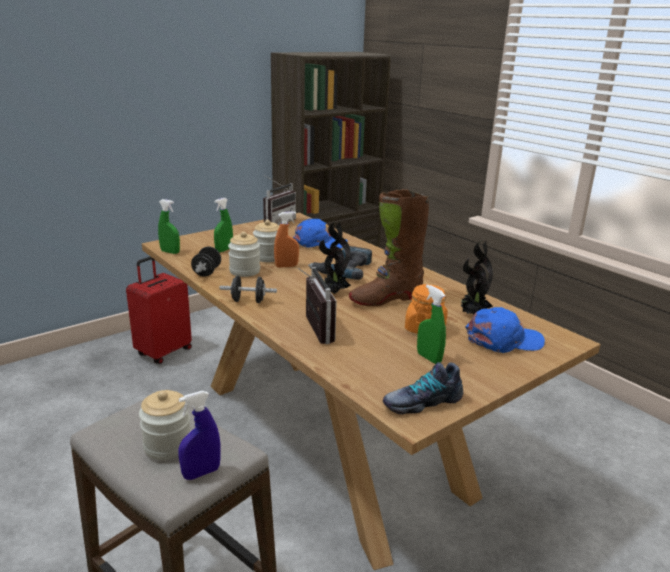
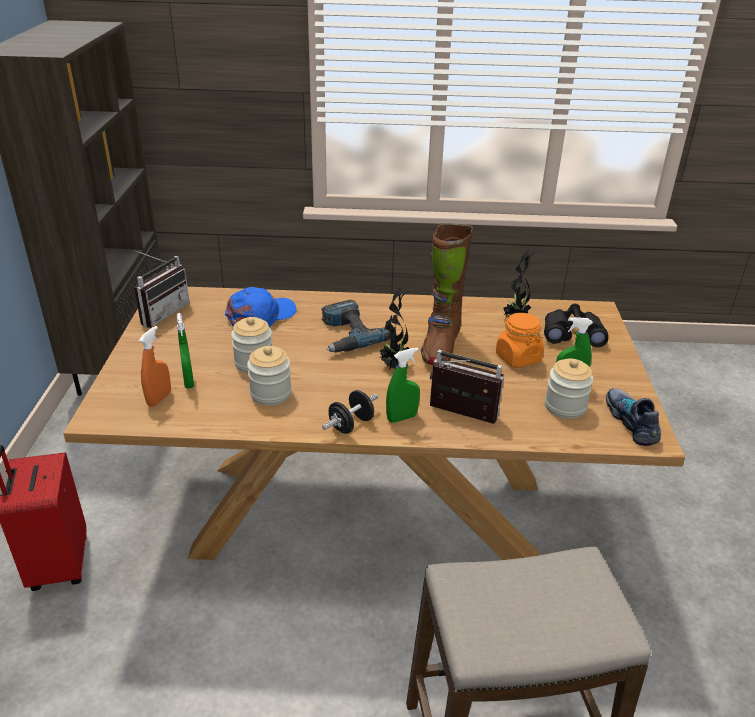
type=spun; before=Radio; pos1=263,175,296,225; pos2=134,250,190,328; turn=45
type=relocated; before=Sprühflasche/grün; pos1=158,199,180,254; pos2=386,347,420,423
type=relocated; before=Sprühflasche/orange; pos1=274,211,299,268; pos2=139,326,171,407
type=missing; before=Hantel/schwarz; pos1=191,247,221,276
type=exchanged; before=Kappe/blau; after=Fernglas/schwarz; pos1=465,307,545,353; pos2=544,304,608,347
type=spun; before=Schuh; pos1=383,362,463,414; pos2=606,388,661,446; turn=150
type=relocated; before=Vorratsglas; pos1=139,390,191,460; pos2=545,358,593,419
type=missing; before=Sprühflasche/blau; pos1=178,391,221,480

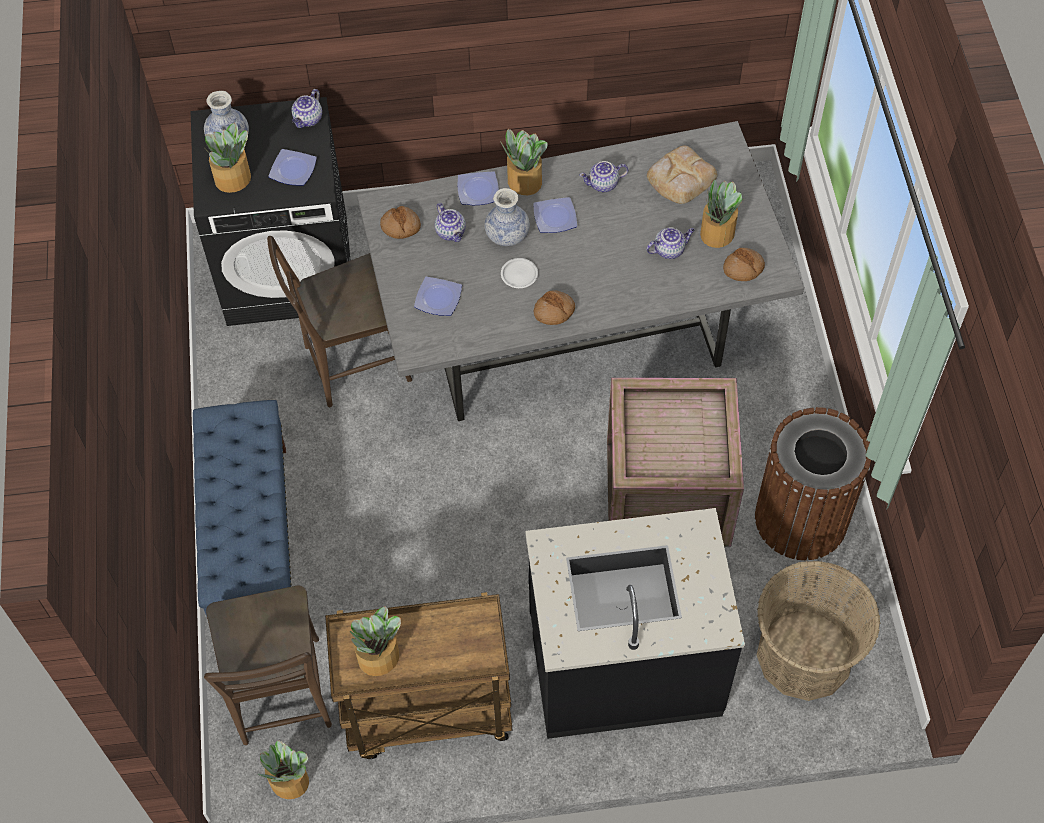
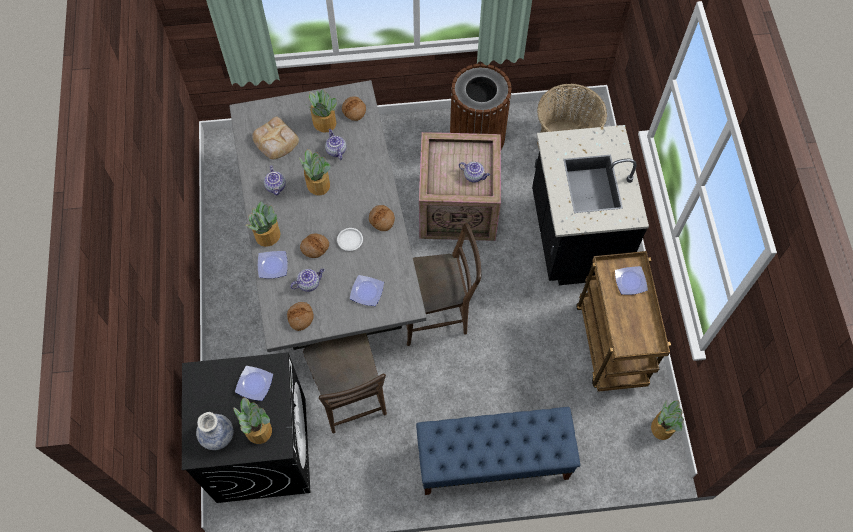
type=relocated; before=Teekanne; pos1=291,89,322,128; pos2=459,162,490,183
type=exchanged; before=Vase; after=Brot; pos1=485,188,530,246; pos2=300,233,329,258
type=relocated; before=Teller; pos1=533,197,577,233; pos2=615,266,648,295
type=relocated; before=Stuhl/braun; pos1=204,585,332,745; pos2=406,223,481,346
type=relocated; before=Topfpflanze; pos1=350,606,401,676; pos2=299,149,331,195

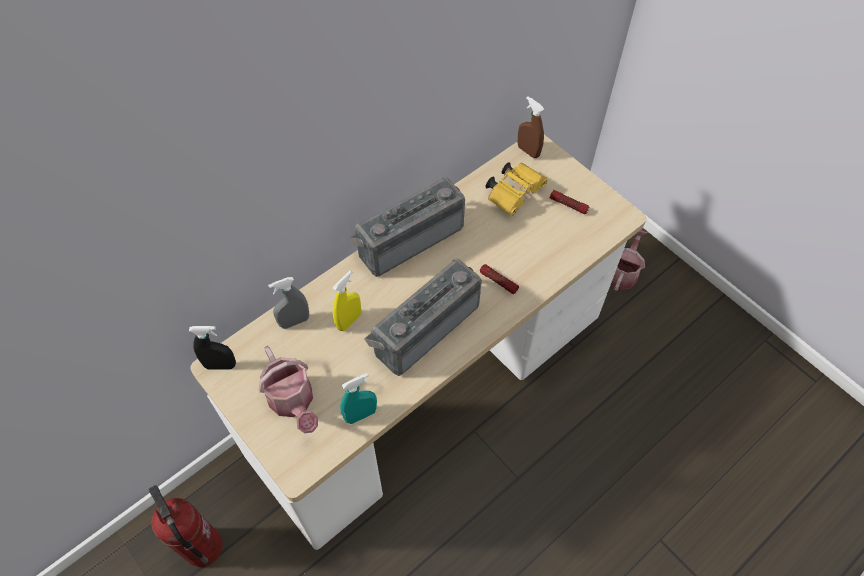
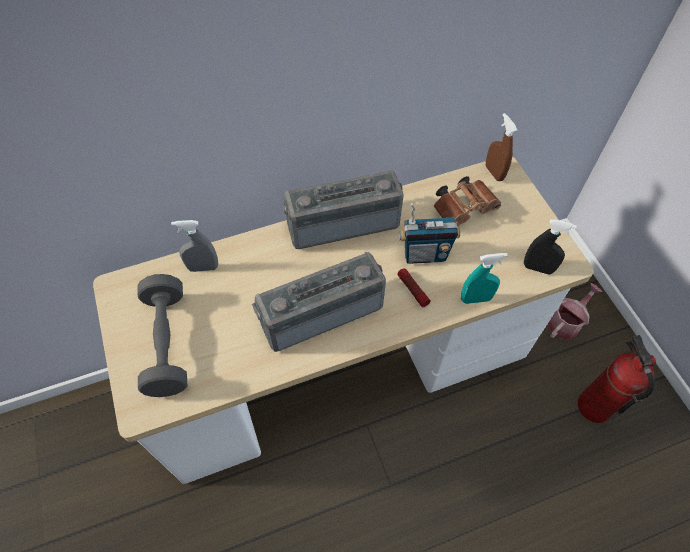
type=colour; before=Fernglas/gelb; after=Fernglas/braun; pos1=485,162,548,216; pos2=434,176,501,227
type=missing; before=Taschenlampe; pos1=550,190,589,214
type=missing; before=Sprühflasche/gelb; pos1=332,271,361,331
type=relocated; before=Sprühflasche/schwarz; pos1=189,326,236,370; pos2=524,219,577,274
type=exchanged; before=Gießkanne; after=Hantel/grau; pos1=258,346,318,433; pos2=137,274,187,397
type=relocated; before=Sprühflasche/türkis; pos1=340,373,377,424; pos2=461,253,508,304
type=relocated; before=Feuerlöscher; pos1=149,485,223,567; pos2=578,335,656,423
type=appeared; after=Radio; pos2=399,203,460,264

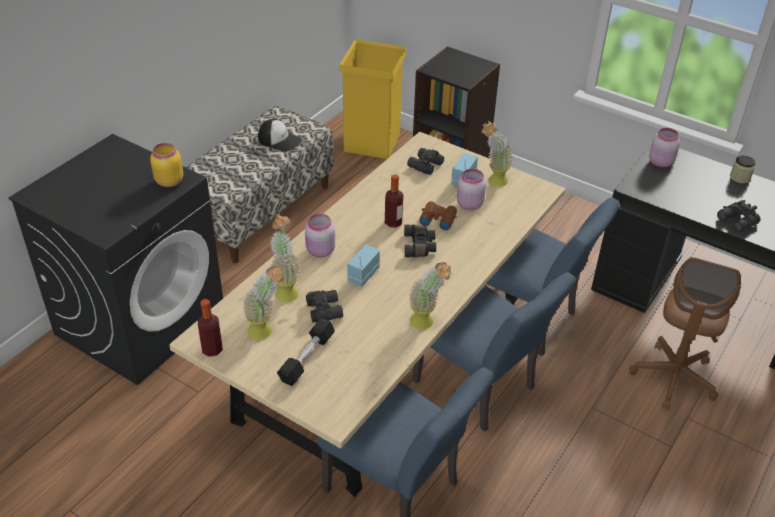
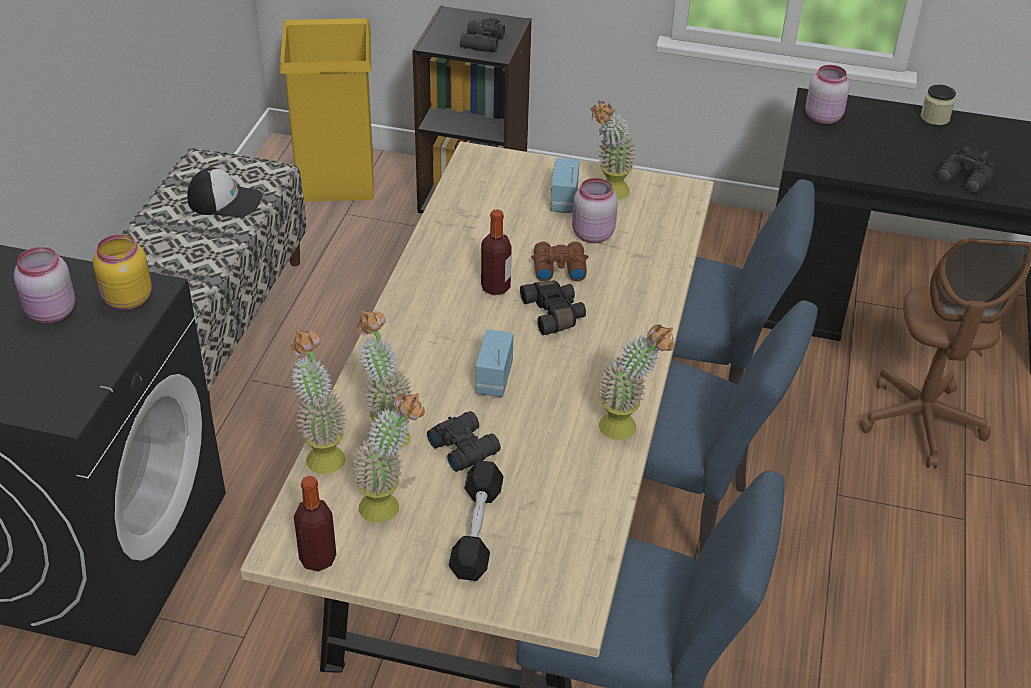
type=relocated; before=Fernglas/schwarz; pos1=407,148,444,175; pos2=460,18,505,52
type=relocated; before=Vorratsglas/rosa; pos1=305,214,335,257; pos2=14,247,76,324
type=appeared; after=Topfpflanze; pos2=290,330,347,474

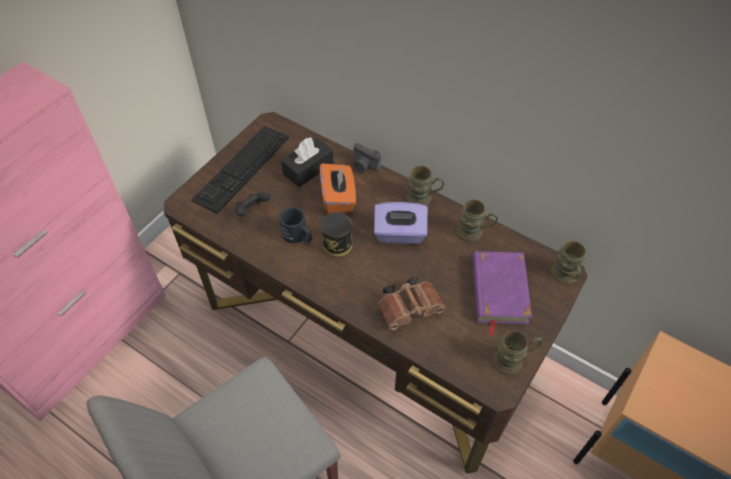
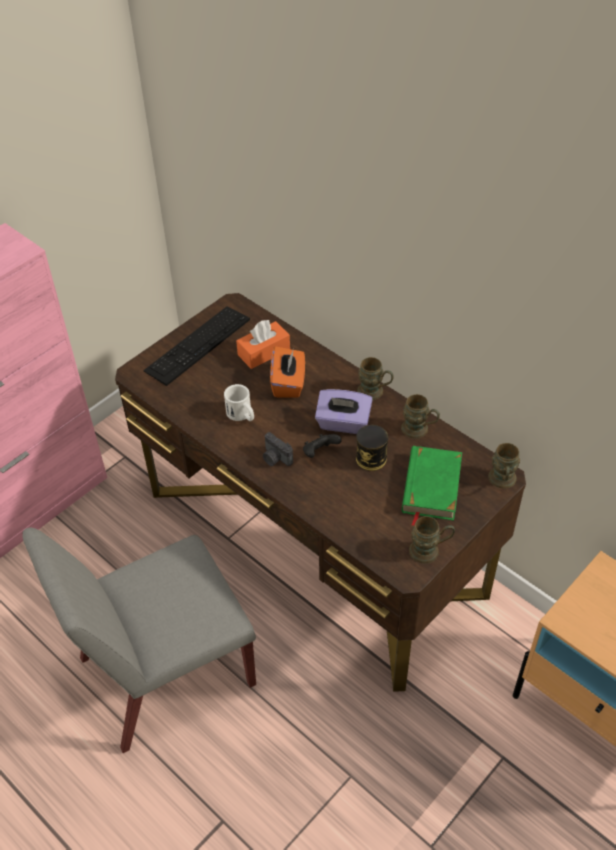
type=colour; before=Taschentuchbox/schwarz; after=Taschentuchbox/orange; pos1=281,137,333,187; pos2=236,320,290,369
type=relocated; before=Kamera; pos1=354,143,381,173; pos2=263,432,293,466
type=relocated; before=Gamepad/schwarz; pos1=235,192,270,217; pos2=303,434,342,458
type=colour; before=Henkelbecher/schwarz; after=Henkelbecher/weiß; pos1=279,207,312,243; pos2=224,384,254,421
type=relocated; before=Dose; pos1=321,212,352,257; pos2=356,425,388,471
type=colour; before=Buch/lila; after=Buch/grün; pos1=472,251,532,336; pos2=402,446,462,526
type=missing; before=Fernglas/braun; pos1=378,276,445,330

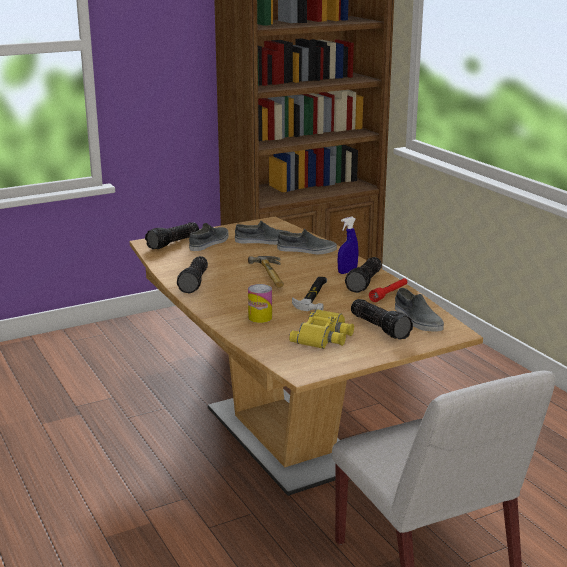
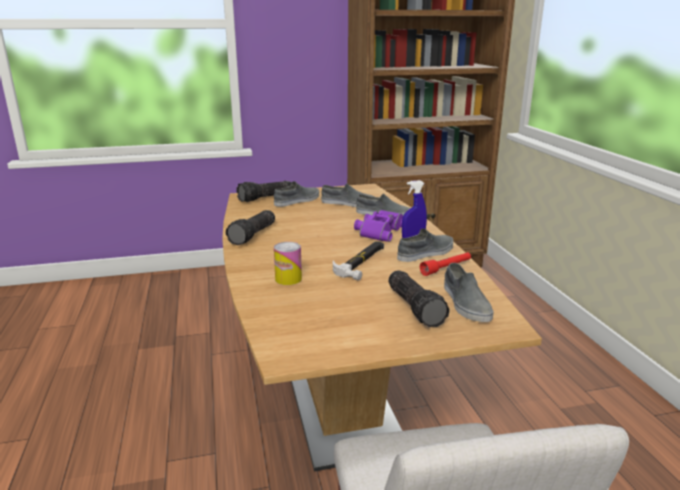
type=missing; before=Hammer; pos1=248,256,284,288
type=exchanged; before=Taschenlampe; after=Schuh/grau; pos1=345,257,382,293; pos2=397,228,453,262
type=missing; before=Fernglas/gelb; pos1=289,309,354,349
type=appeared; after=Fernglas/lila; pos2=354,210,403,242

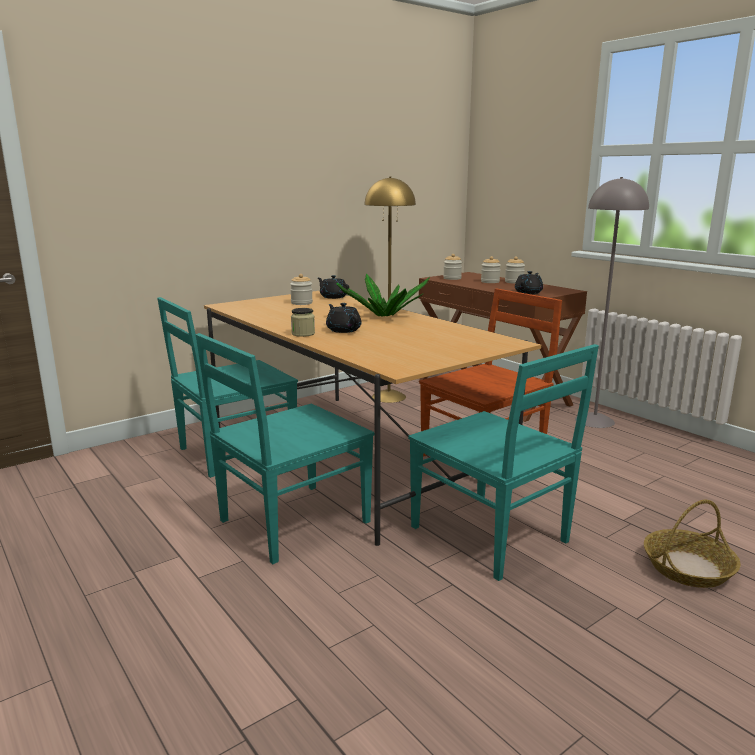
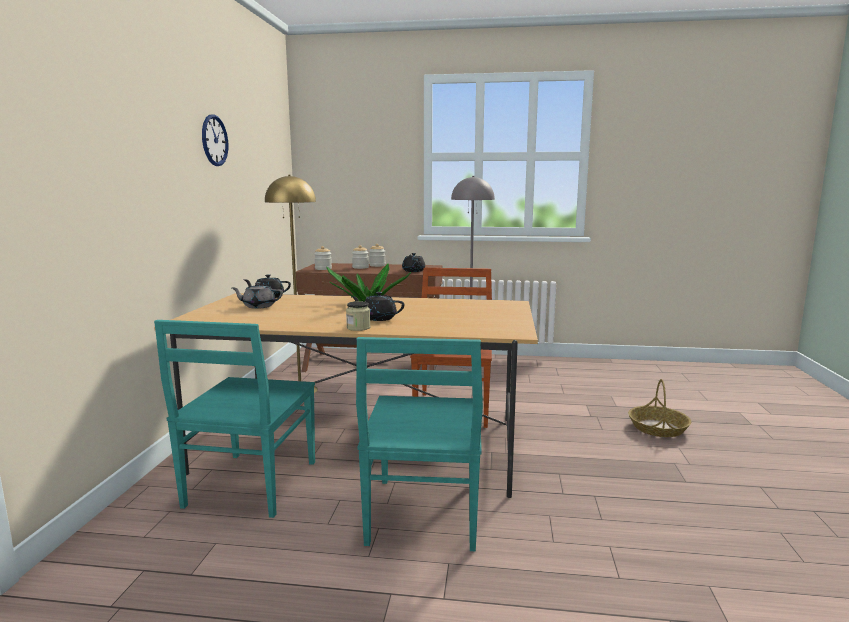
type=exchanged; before=Vorratsglas; after=Teekanne/grau; pos1=290,274,313,305; pos2=232,282,283,309
type=missing; before=Stuhl/türkis; pos1=408,344,599,581
type=appeared; after=Wanduhr; pos2=202,114,228,166

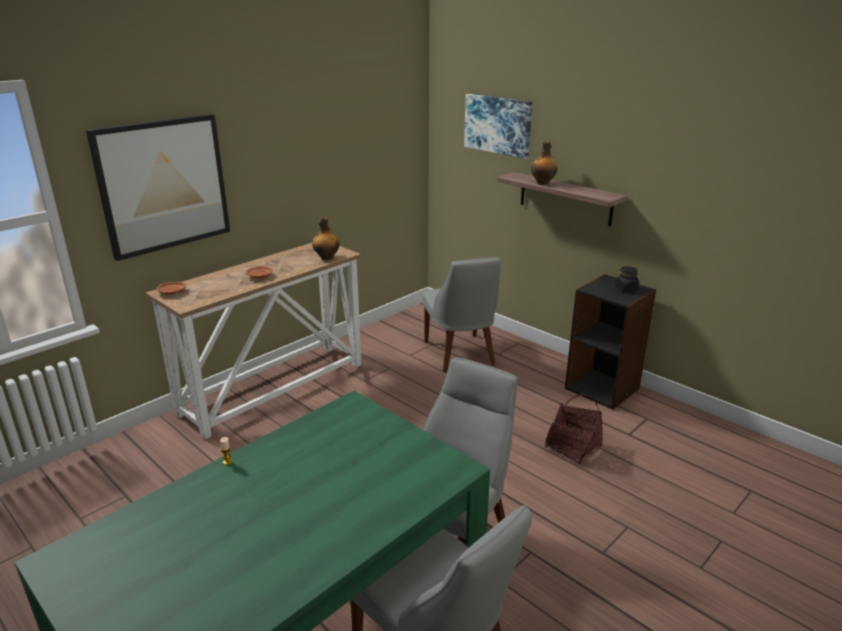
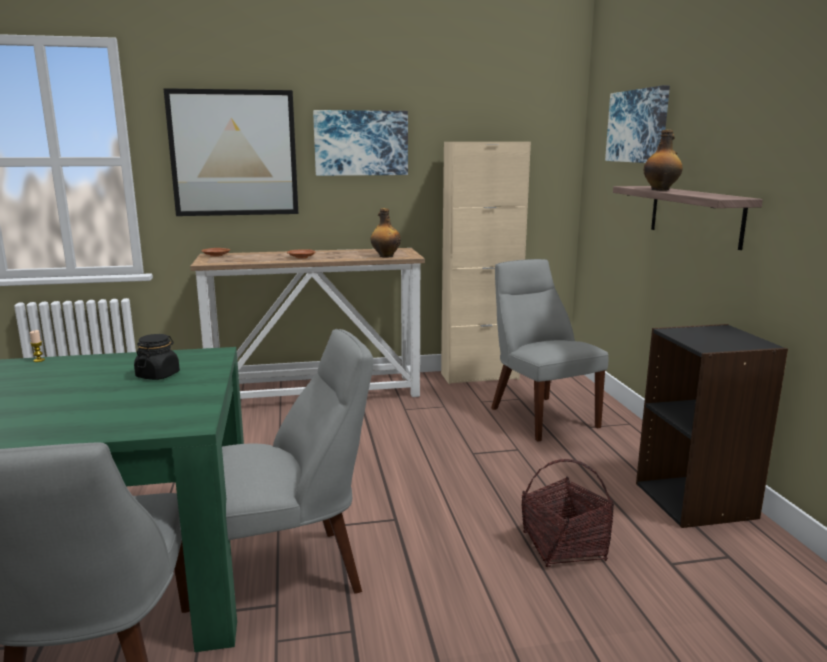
type=spun; before=Stuhl/grau; pos1=423,257,501,372; pos2=491,259,609,442; turn=135
type=relocated; before=Vorratsglas/schwarz; pos1=615,266,639,292; pos2=134,334,180,380
type=appeared; after=Bild; pos2=313,110,408,176
type=appeared; after=Schrank/beige; pos2=441,142,531,384

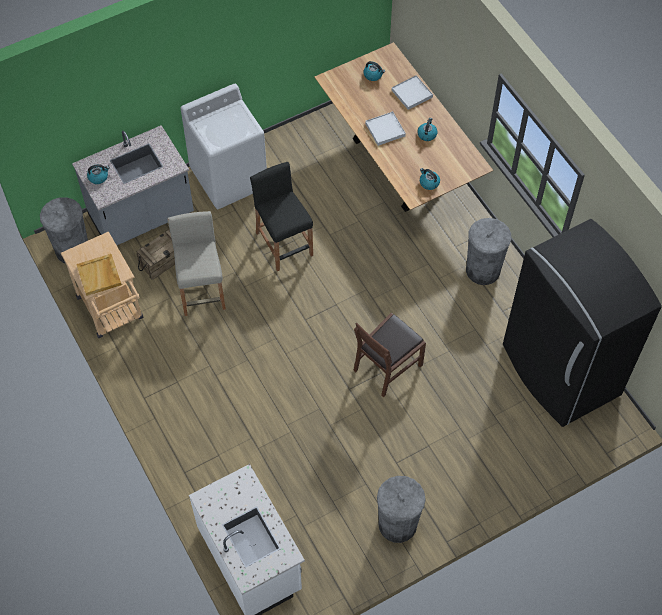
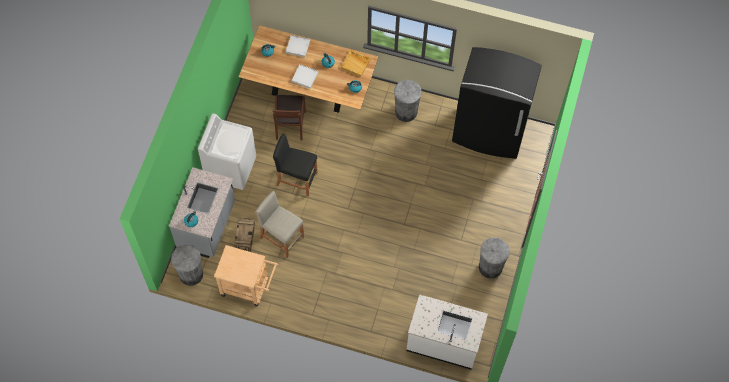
type=relocated; before=Tablett/beige; pos1=76,254,122,296; pos2=341,50,371,77
type=relocated; before=Stuhl/braun; pos1=354,313,426,397; pos2=273,95,306,141

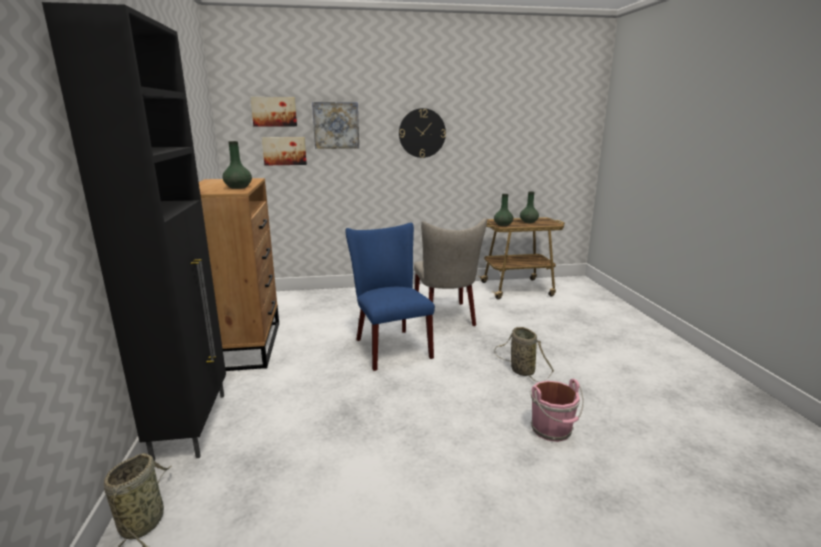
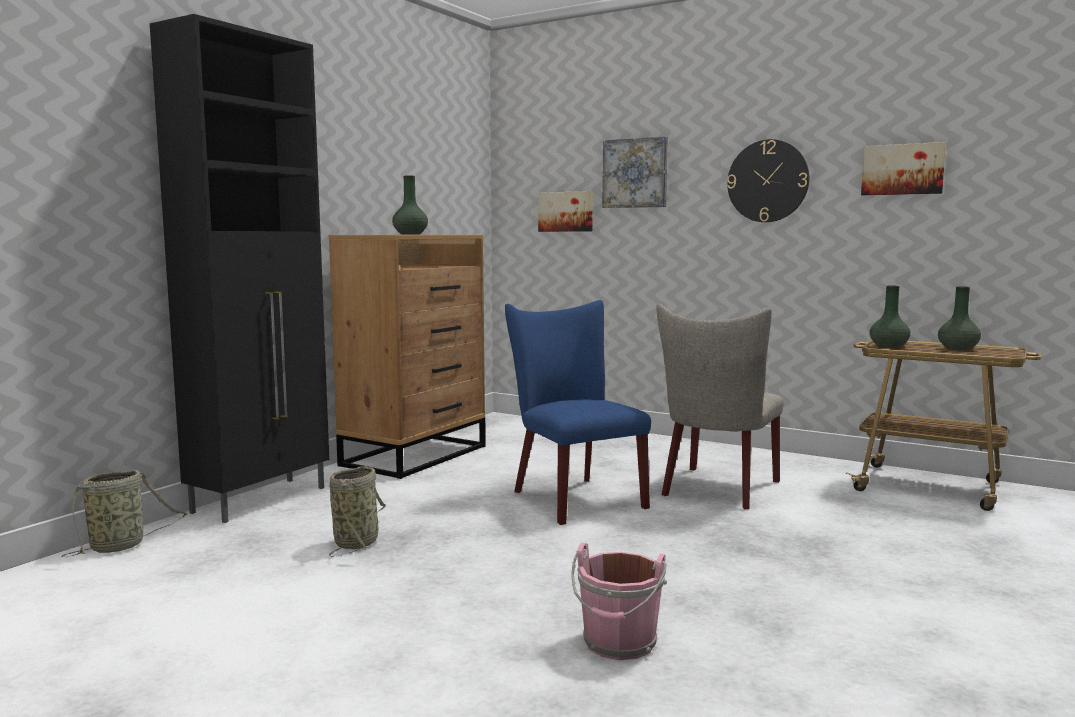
type=relocated; before=Bild; pos1=250,97,297,127; pos2=861,142,946,195
type=spun; before=Stuhl/blau; pos1=345,223,435,371; pos2=505,300,651,525; turn=-45
type=relocated; before=Korb; pos1=494,327,554,382; pos2=329,466,386,557

